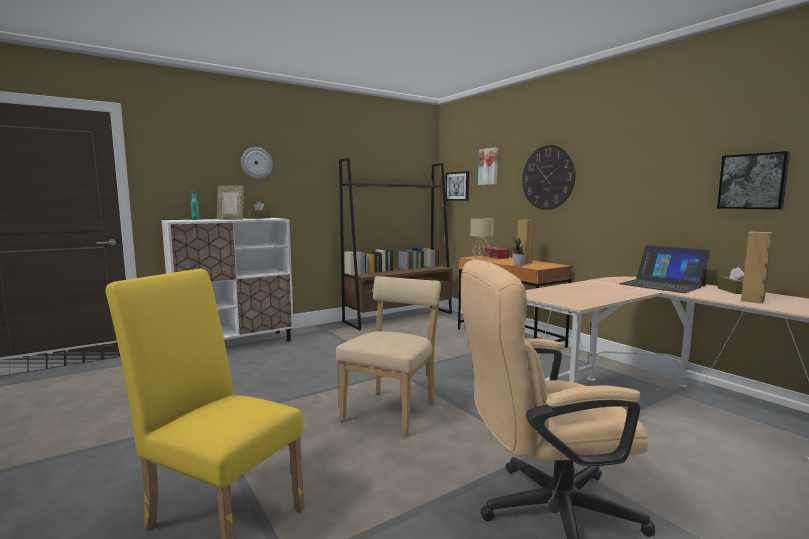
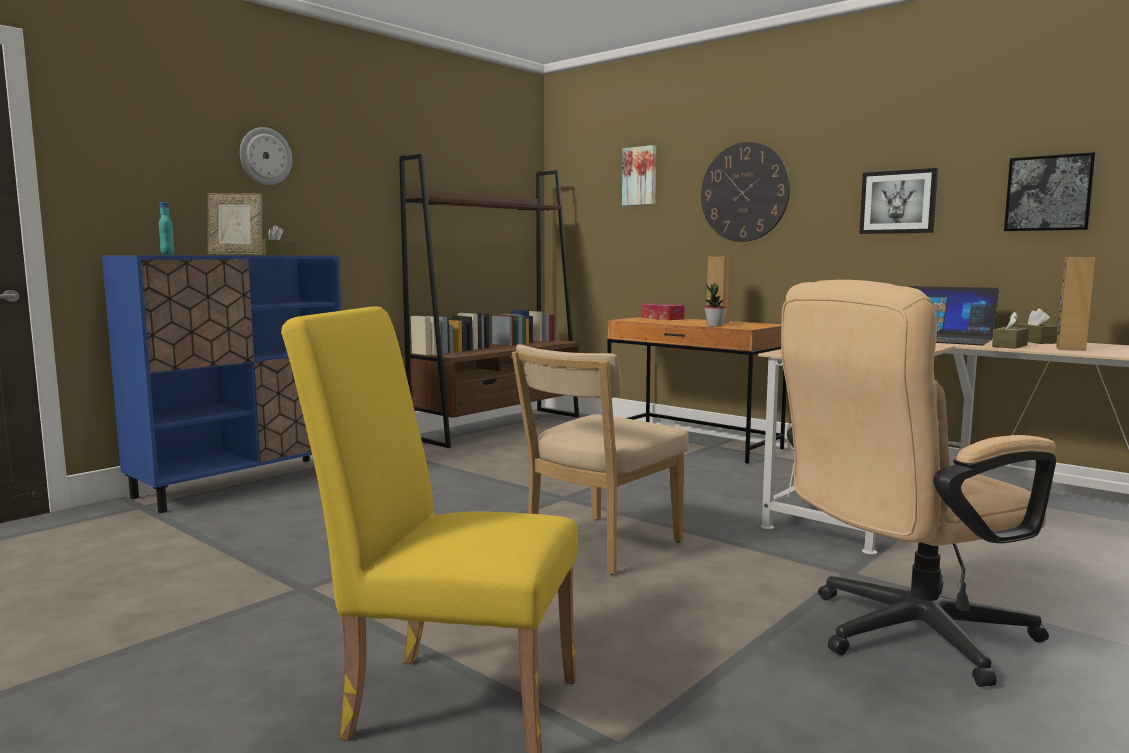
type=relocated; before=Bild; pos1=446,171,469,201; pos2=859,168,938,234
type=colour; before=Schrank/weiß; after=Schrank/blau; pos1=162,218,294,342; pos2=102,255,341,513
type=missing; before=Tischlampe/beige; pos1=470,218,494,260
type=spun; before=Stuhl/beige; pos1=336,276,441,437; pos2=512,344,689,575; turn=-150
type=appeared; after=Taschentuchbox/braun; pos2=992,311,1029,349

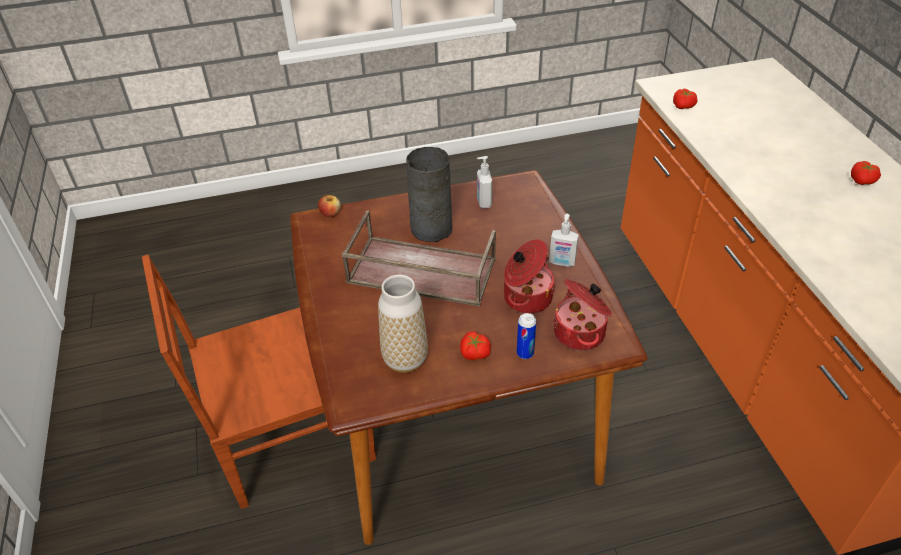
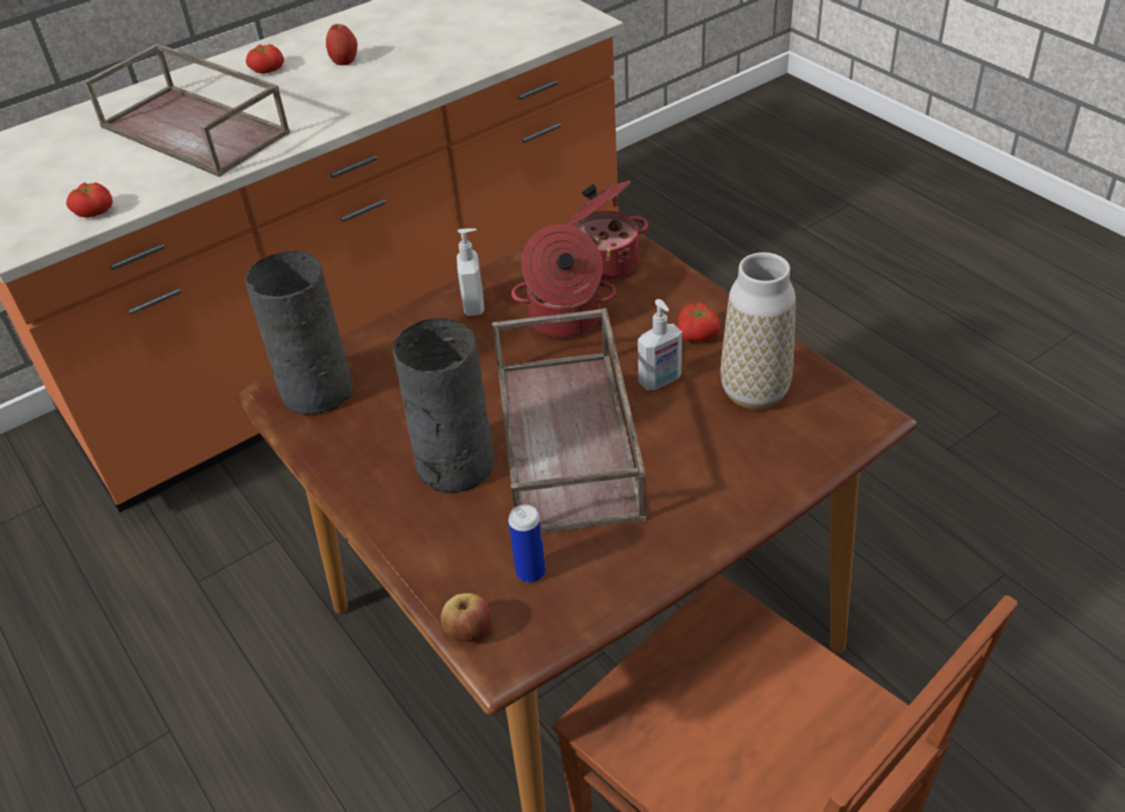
type=relocated; before=Seifenspender; pos1=477,156,492,209; pos2=638,299,682,390
type=relocated; before=Dose; pos1=517,313,536,359; pos2=508,505,546,583
type=appeared; after=Apfel; pos2=326,24,357,65
type=appeared; after=Tablett/braun; pos2=84,43,290,177
type=appeared; after=Vase/grau; pos2=245,251,353,415

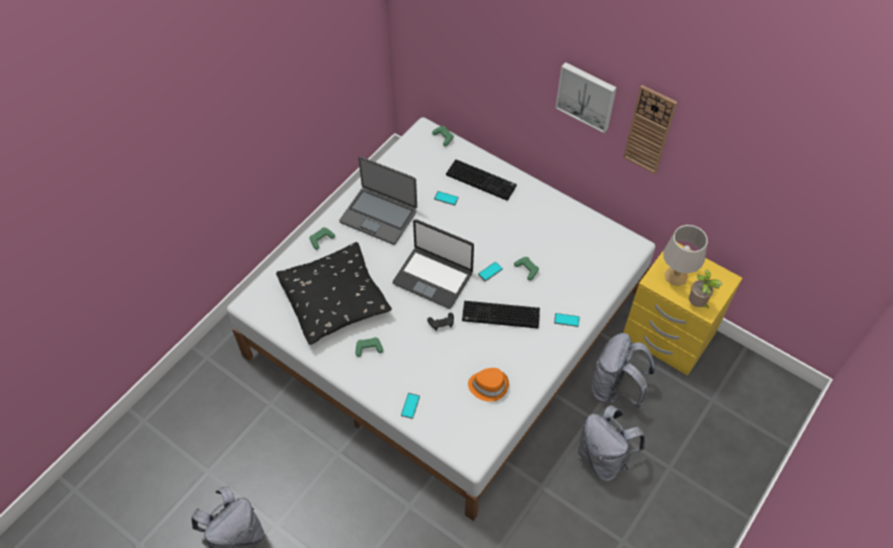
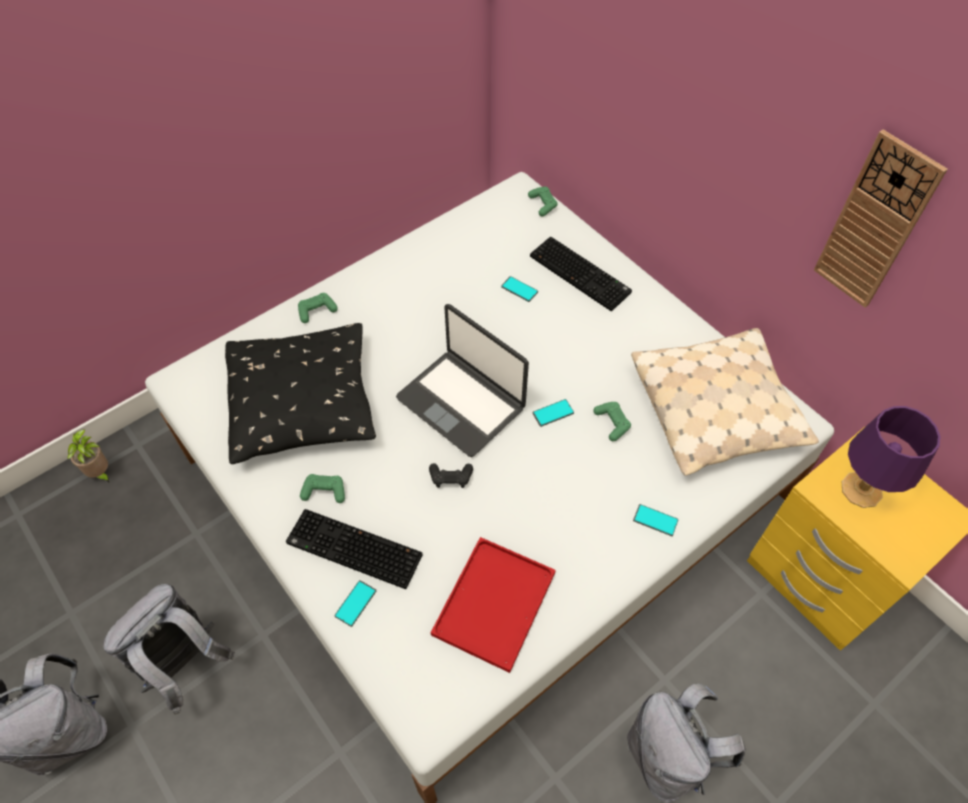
type=missing; before=Bild; pos1=555,62,617,133
type=missing; before=Laptop; pos1=339,156,417,245
type=colour; before=Tischlampe/grau; after=Tischlampe/lila; pos1=663,225,708,286; pos2=841,406,941,508
type=relocated; before=Topfpflanze; pos1=689,270,722,308; pos2=67,429,109,483
type=relocated; before=Tastatur; pos1=462,301,540,328; pos2=286,509,422,589
type=relocated; before=Rucksack/grau; pos1=592,333,655,408; pos2=103,584,235,714
type=exchanged; before=Hut/orange; after=Tablett/rot; pos1=468,368,509,402; pos2=431,537,556,673
type=appeared; after=Kissen/beige; pos2=631,328,819,476

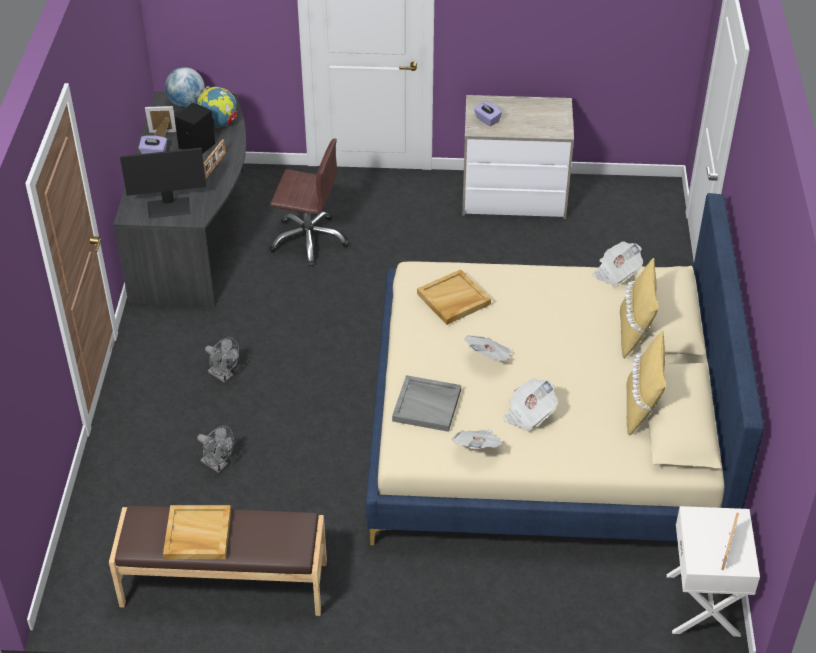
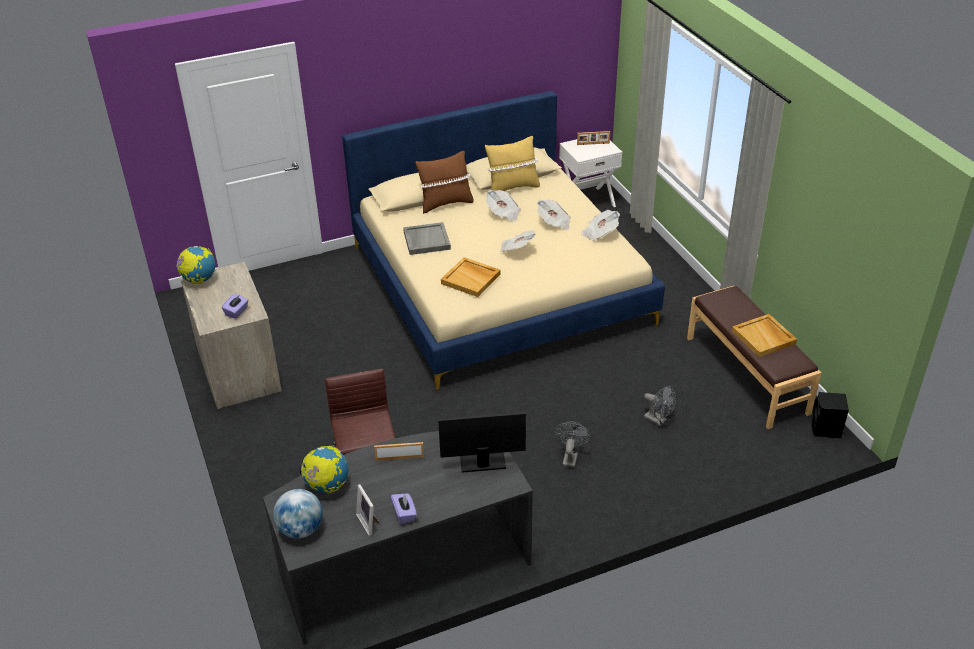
type=relocated; before=Lautsprecher/schwarz; pos1=174,103,215,154; pos2=812,392,849,438
type=spun; before=Monitor; pos1=120,148,206,219; pos2=438,412,526,473; turn=-60
type=relocated; before=Zeitung; pos1=593,241,643,286; pos2=486,190,521,222
type=colour; before=Kissen/gelb; after=Kissen/braun; pos1=620,258,659,359; pos2=415,151,473,214
type=relocated; before=Tablett/grau; pos1=392,375,461,432; pos2=403,222,451,255
type=spun; before=Ventilator/grau; pos1=197,426,234,473; pos2=644,386,676,426; turn=120
type=appeared; after=Globus; pos2=176,246,215,284

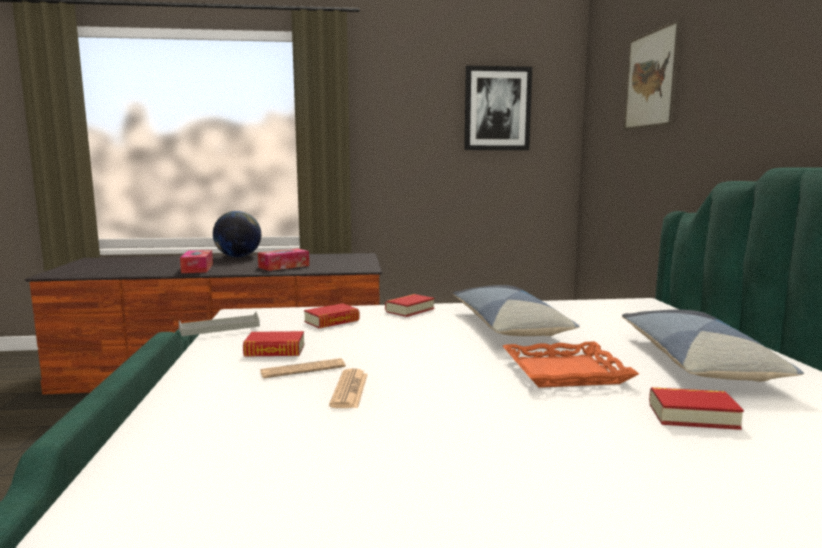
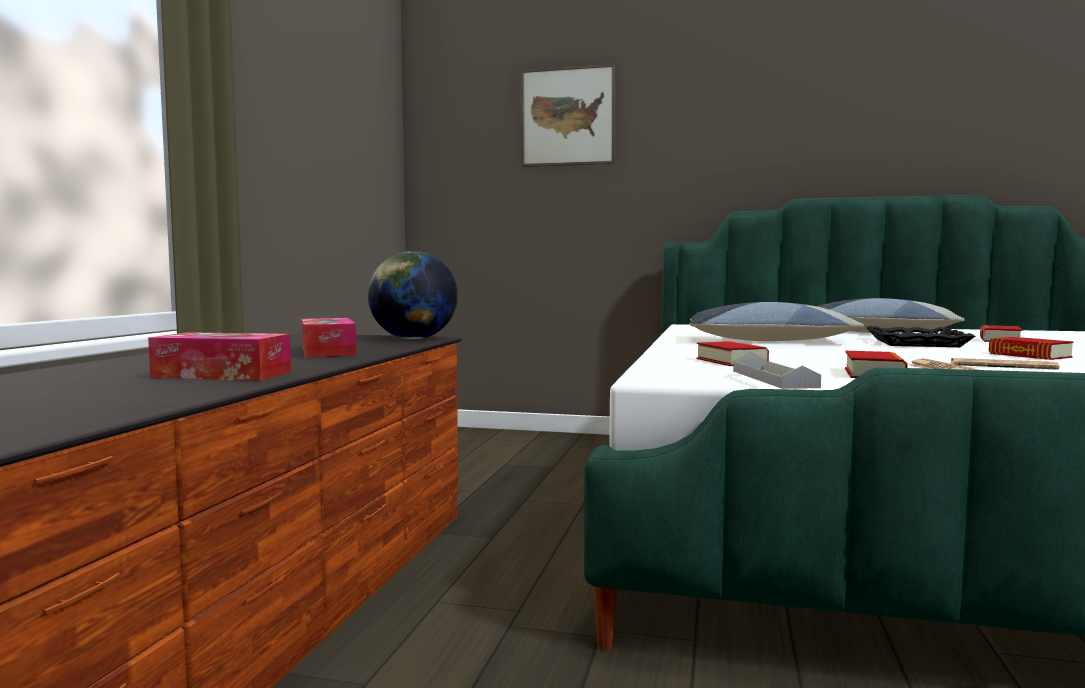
type=missing; before=Bild; pos1=464,66,532,150
type=relocated; before=Globus; pos1=213,211,261,258; pos2=368,251,458,339
type=relocated; before=Buch; pos1=385,294,435,317; pos2=989,337,1074,360
type=colour; before=Tablett/orange; after=Tablett/schwarz; pos1=503,341,639,388; pos2=866,326,975,347

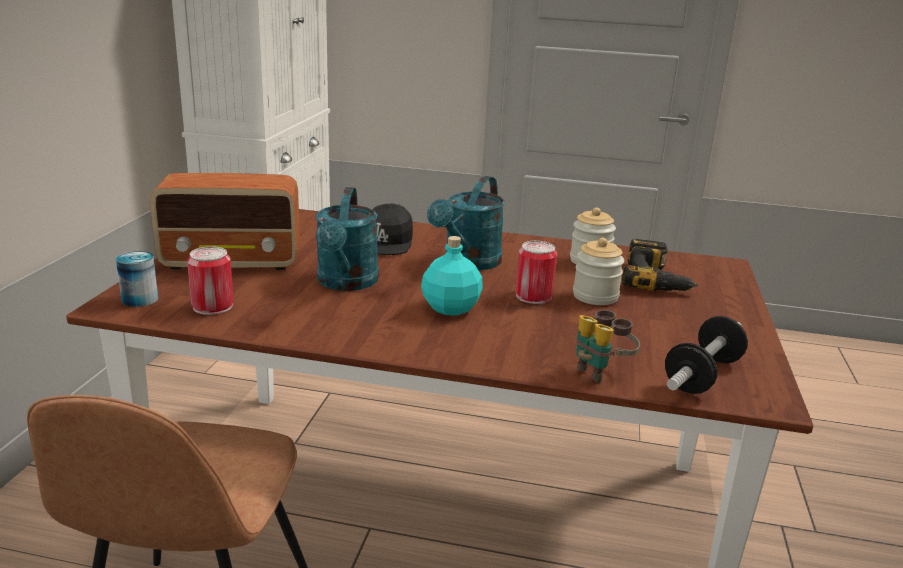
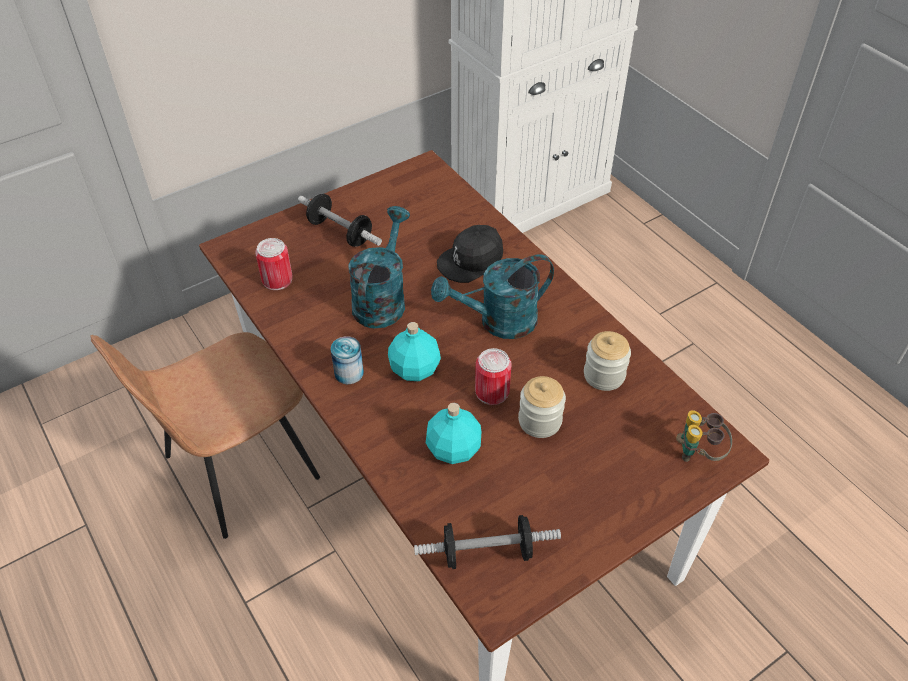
type=exchanged; before=Radio; after=Hantel; pos1=150,173,300,270; pos2=298,194,382,247
type=spun; before=Gießkanne/türkis; pos1=315,187,379,291; pos2=349,206,410,328; turn=150
type=missing; before=Bohrmaschine; pos1=622,239,698,291
type=relocated; before=Dose; pos1=116,251,158,307; pos2=331,336,364,384
type=relocated; before=Fernglas; pos1=576,310,640,383; pos2=676,410,732,462
type=appeared; after=Flasche/türkis; pos2=426,403,482,464

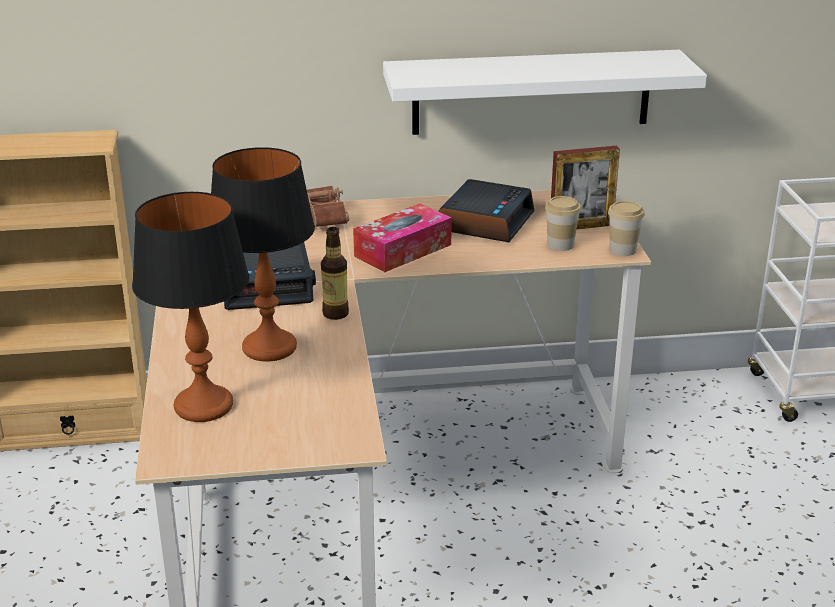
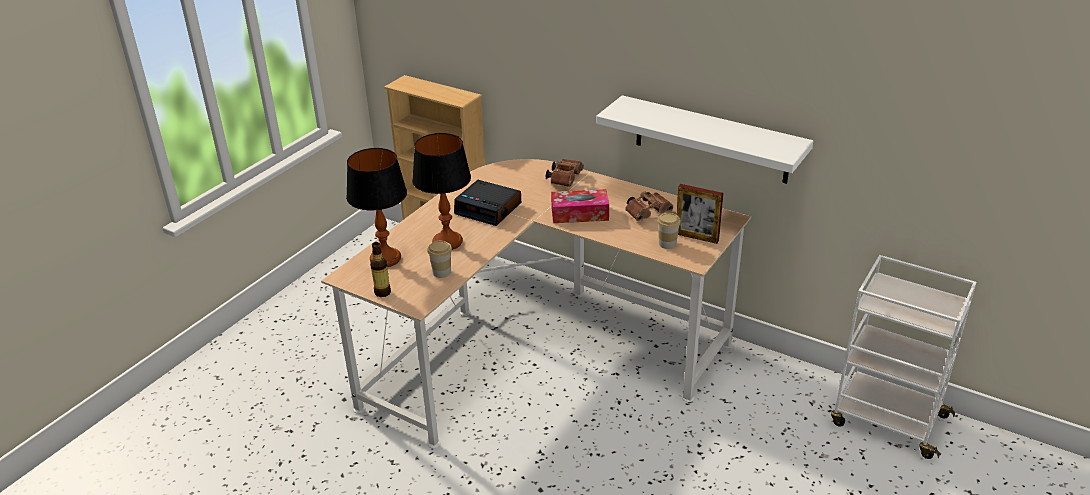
type=exchanged; before=Wecker; after=Fernglas/braun; pos1=439,179,535,242; pos2=625,191,673,221
type=relocated; before=Tasse; pos1=608,201,645,256; pos2=427,241,452,278
type=relocated; before=Flasche; pos1=321,227,349,320; pos2=370,242,391,297

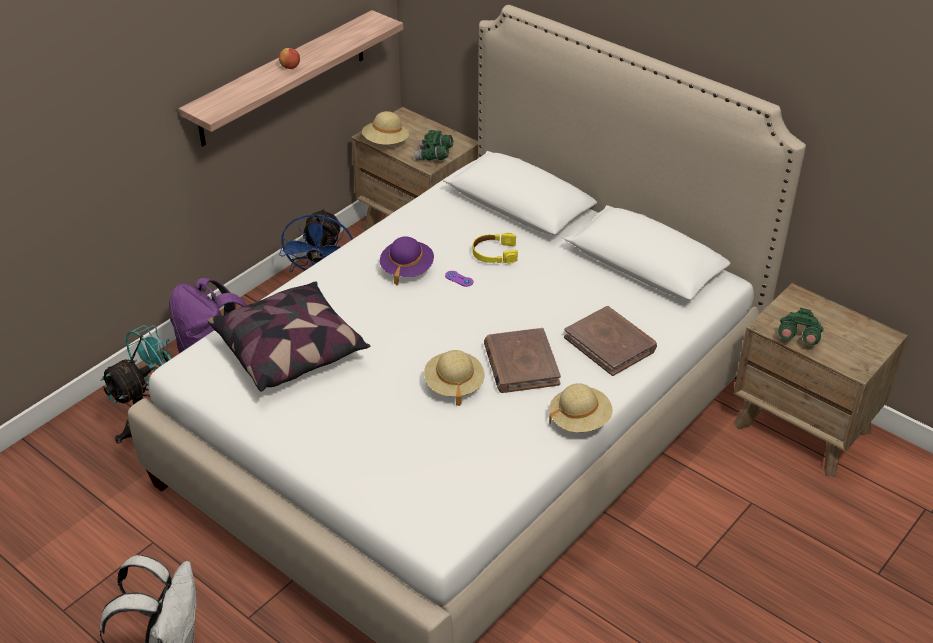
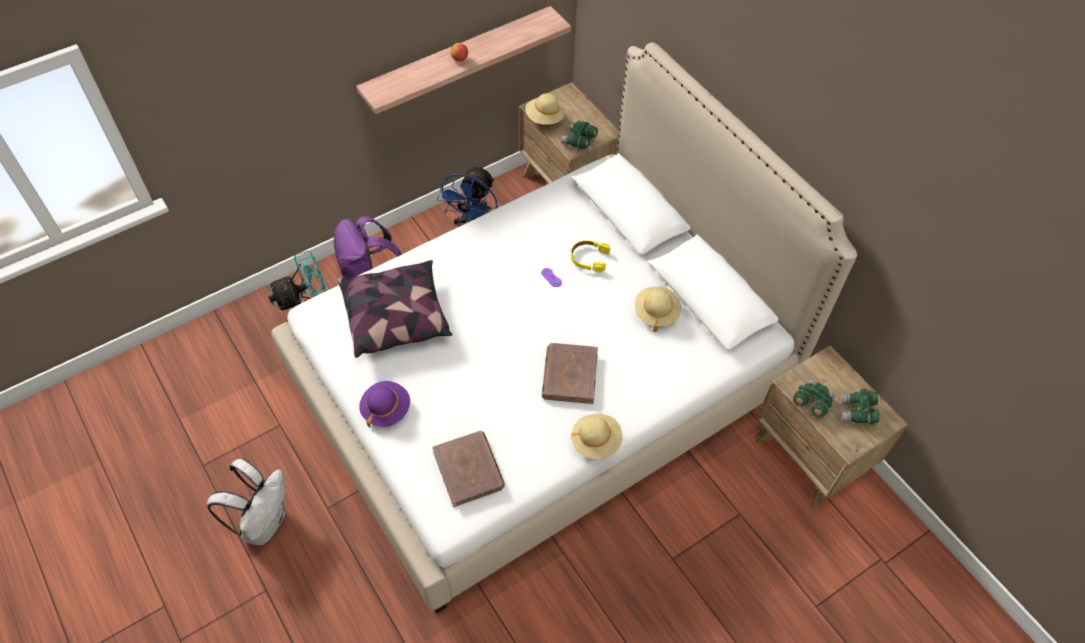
type=relocated; before=Hut/lila; pos1=380,236,434,285; pos2=359,381,410,428
type=relocated; before=Buch/braun; pos1=564,306,657,376; pos2=432,431,505,507
type=relocated; before=Hut/beige; pos1=424,350,484,406; pos2=635,287,681,332
type=appeared; after=Fernglas/grün; pos2=842,389,879,424

